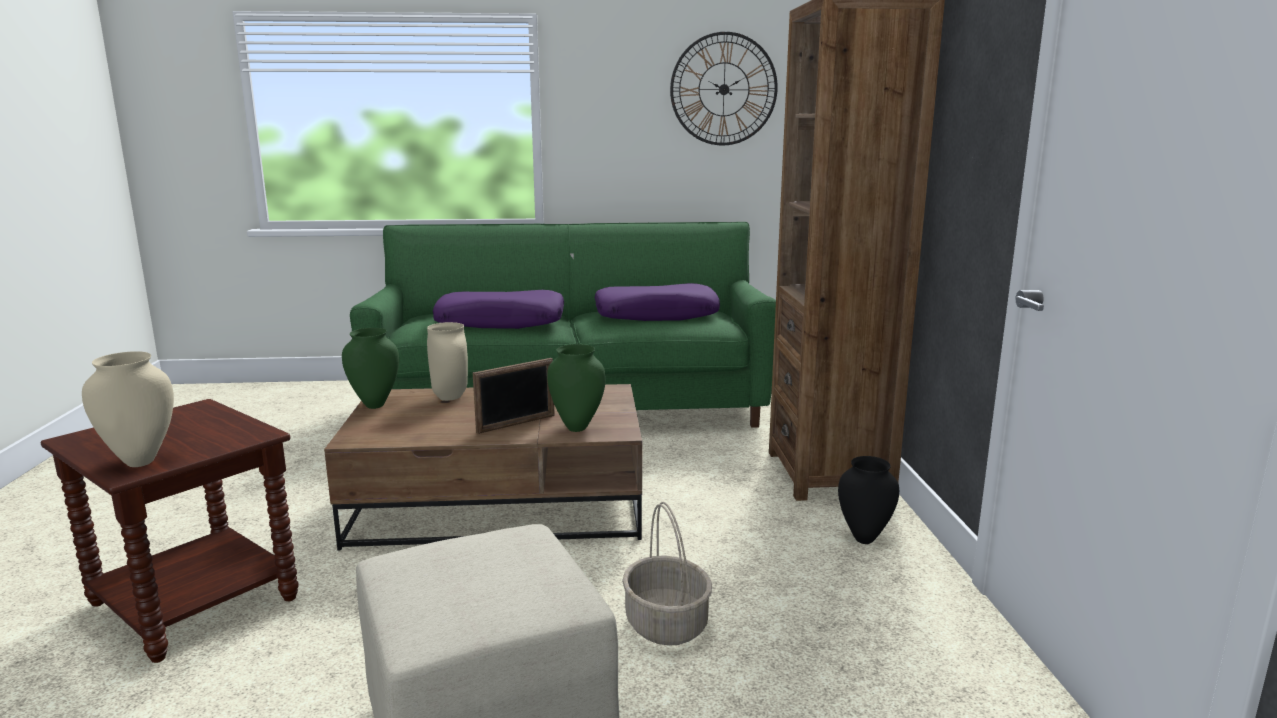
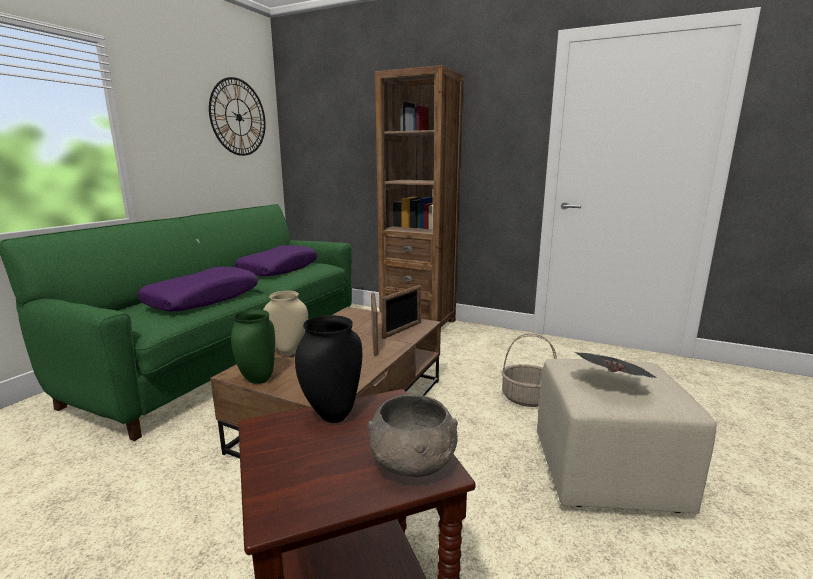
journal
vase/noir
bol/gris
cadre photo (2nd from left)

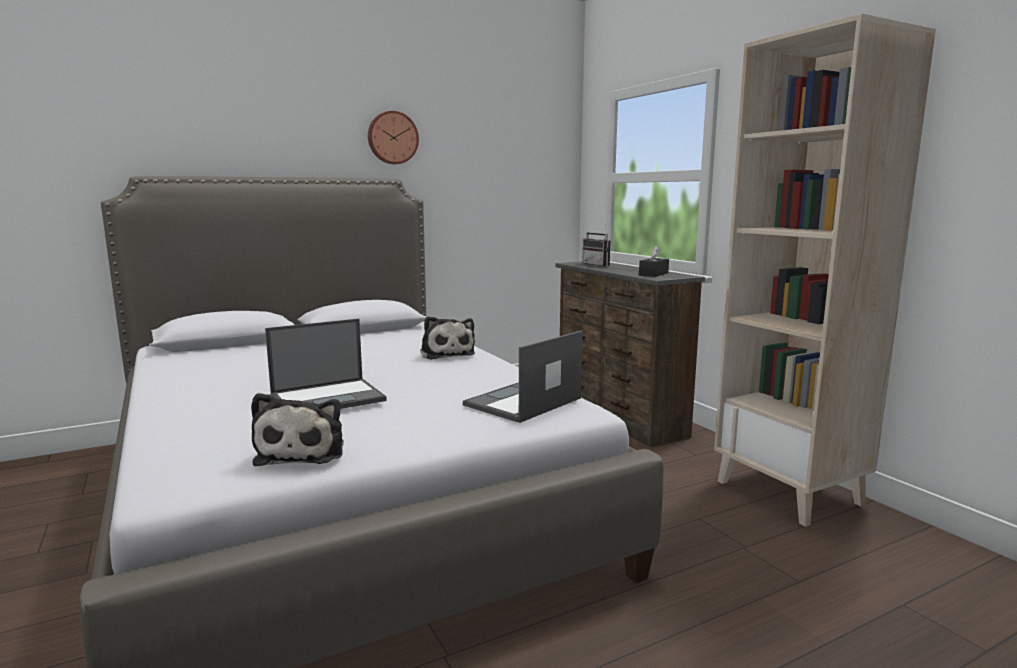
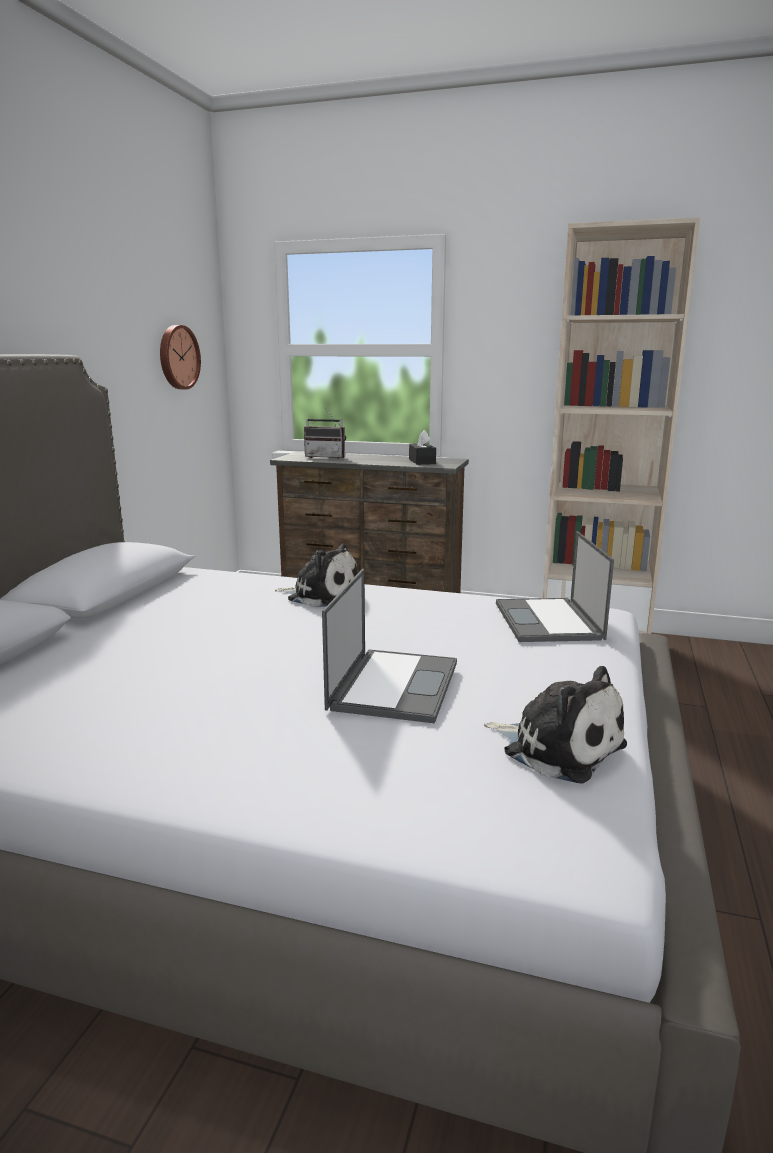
horloge murale

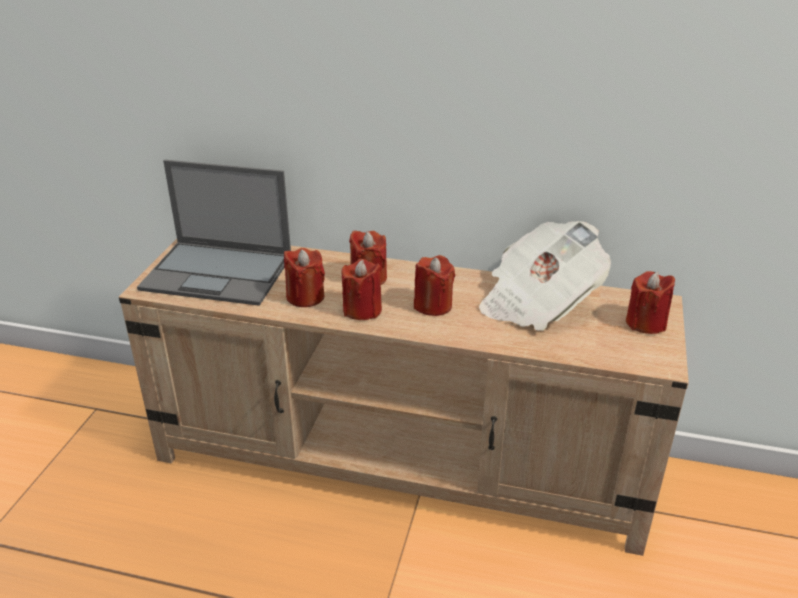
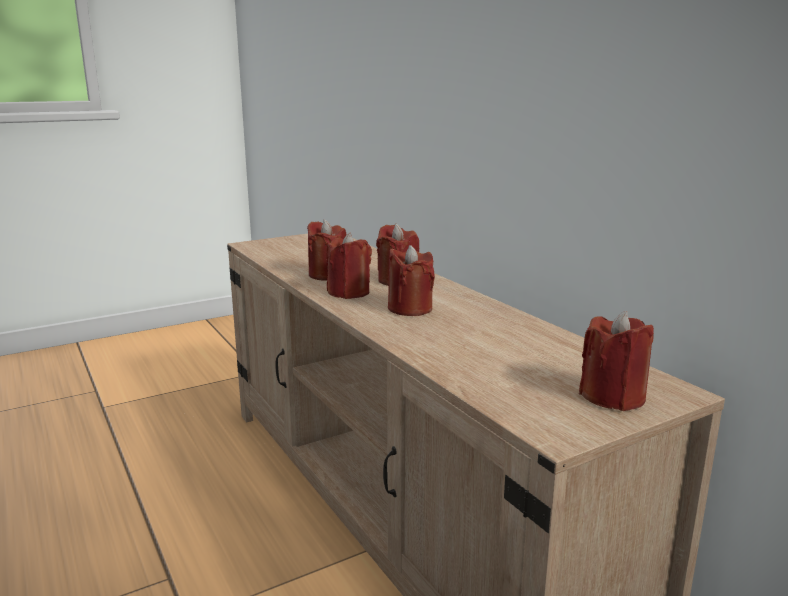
ordinateur portable
journal

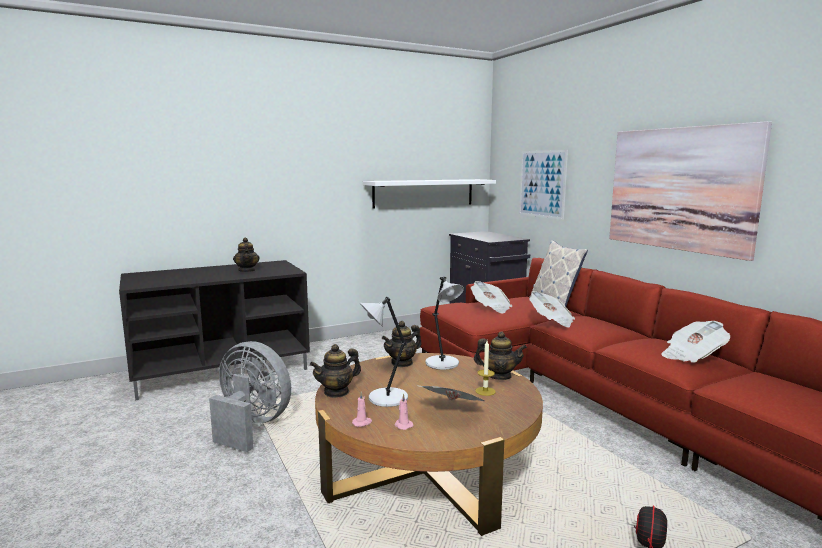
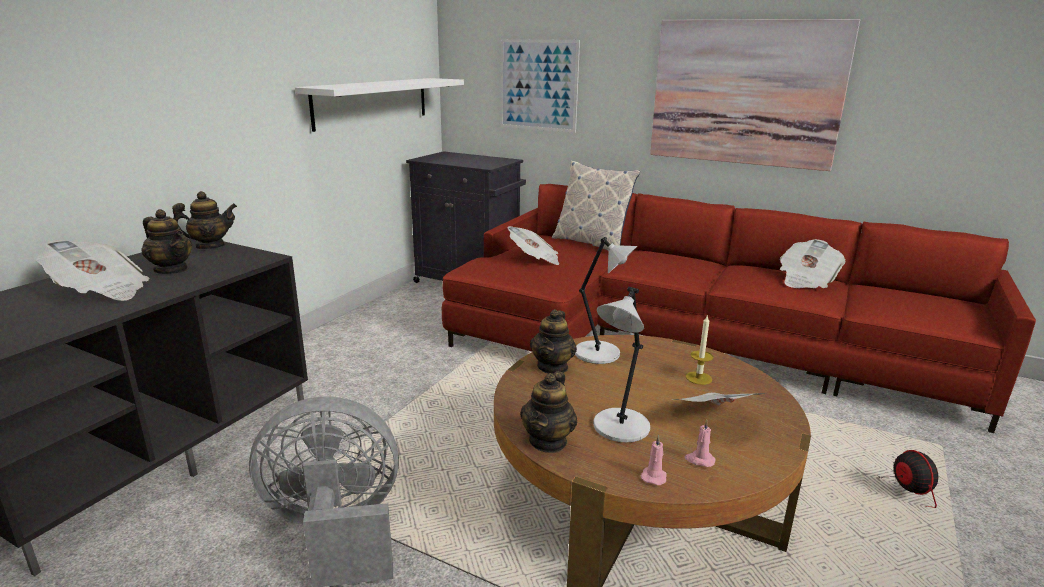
théière (2nd from left)
journal (1st from left)

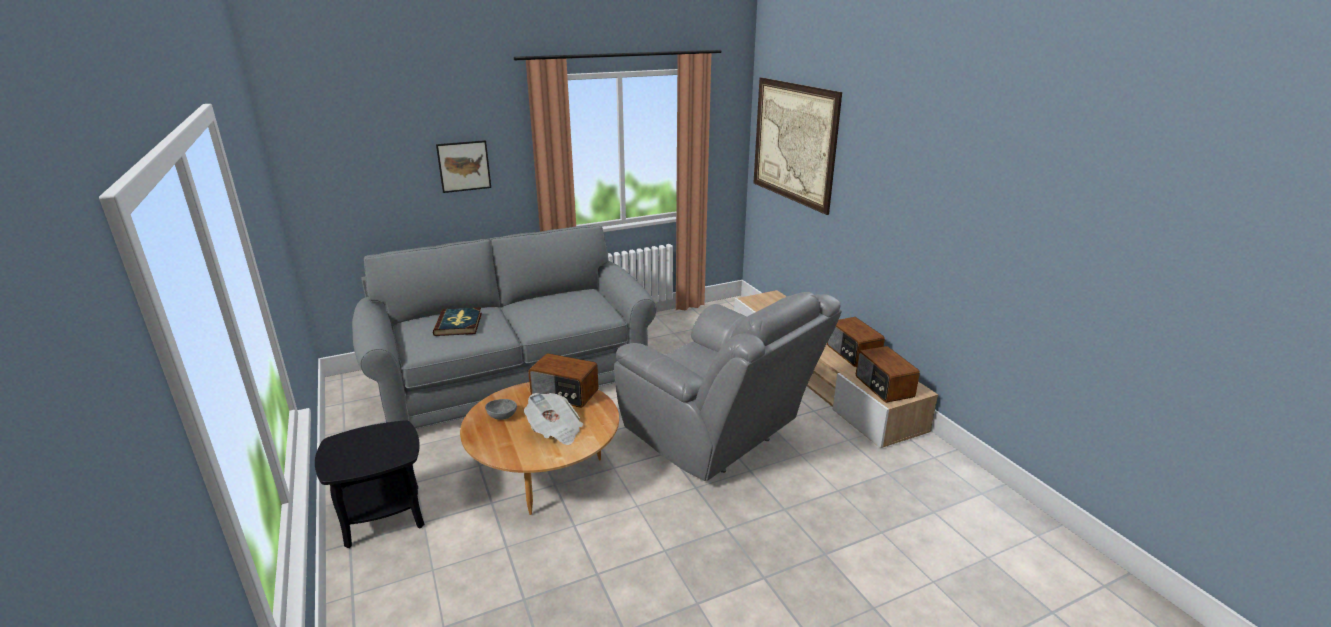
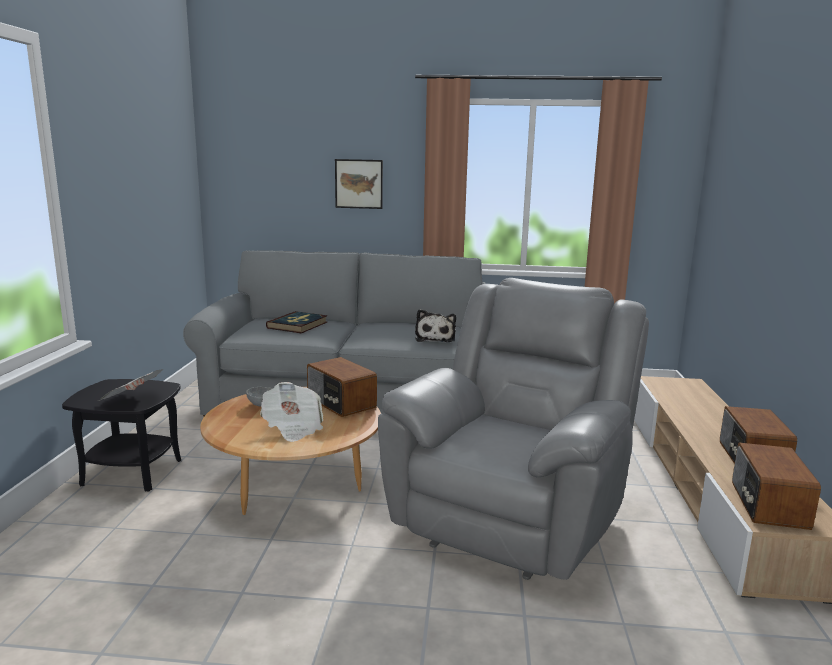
tableau (2nd from left in the first image)
journal (1st from left)
peluche
fauteuil/gris

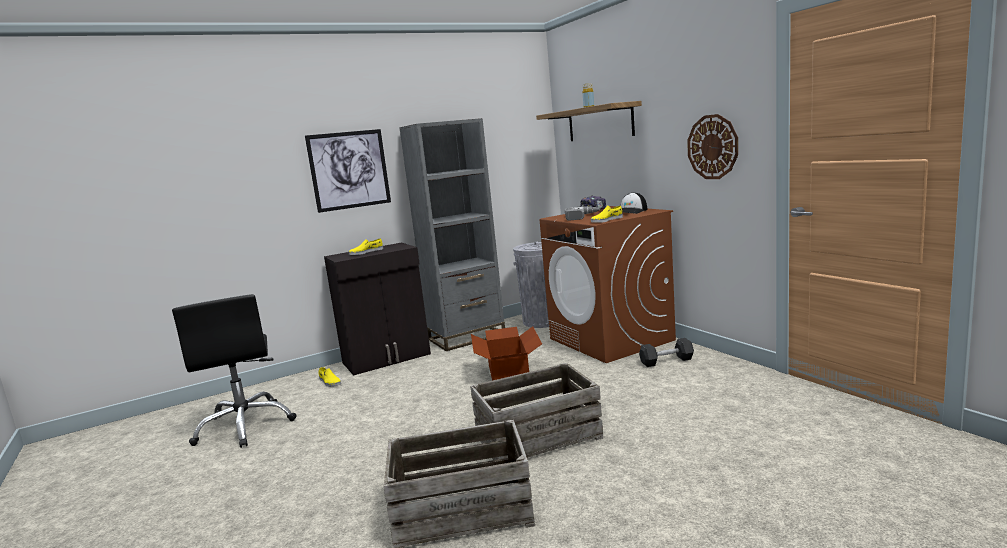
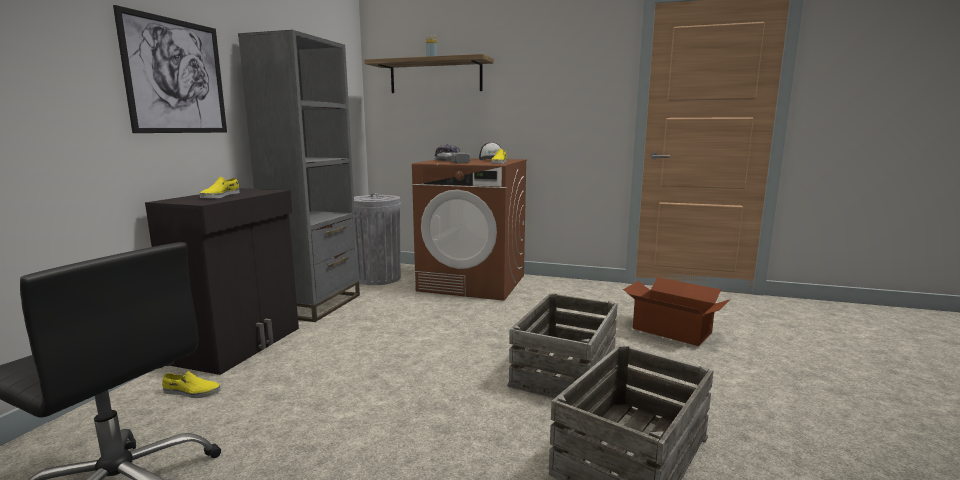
haltère/gris
horloge murale
carton

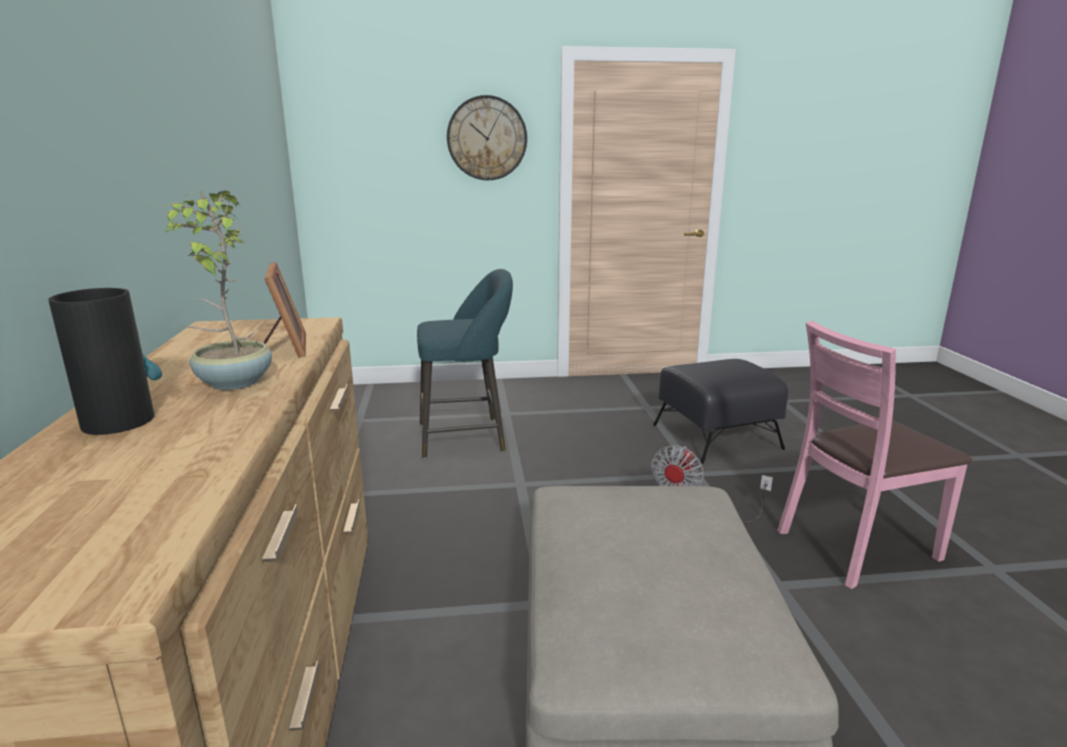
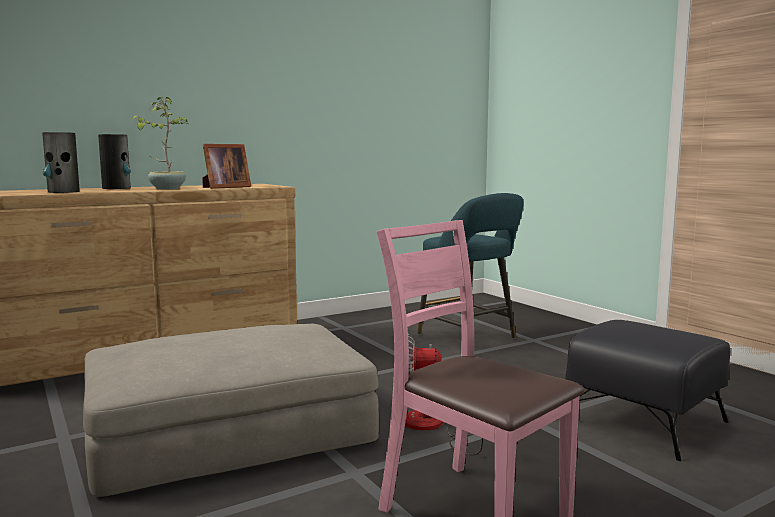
horloge murale
vase (1st from left)

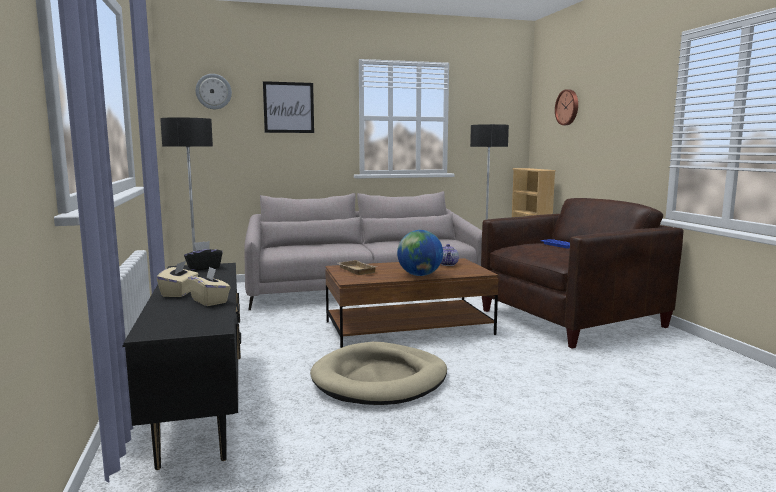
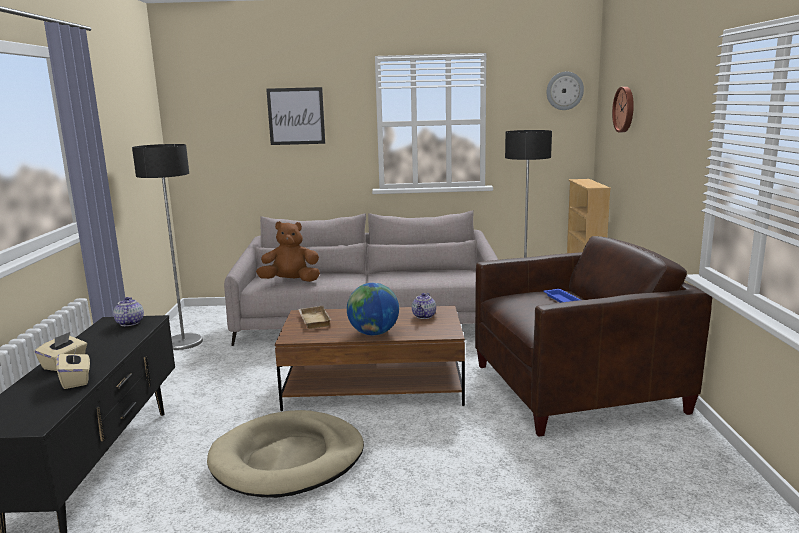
peluche/marron
horloge murale (1st from left)
théière (1st from left)

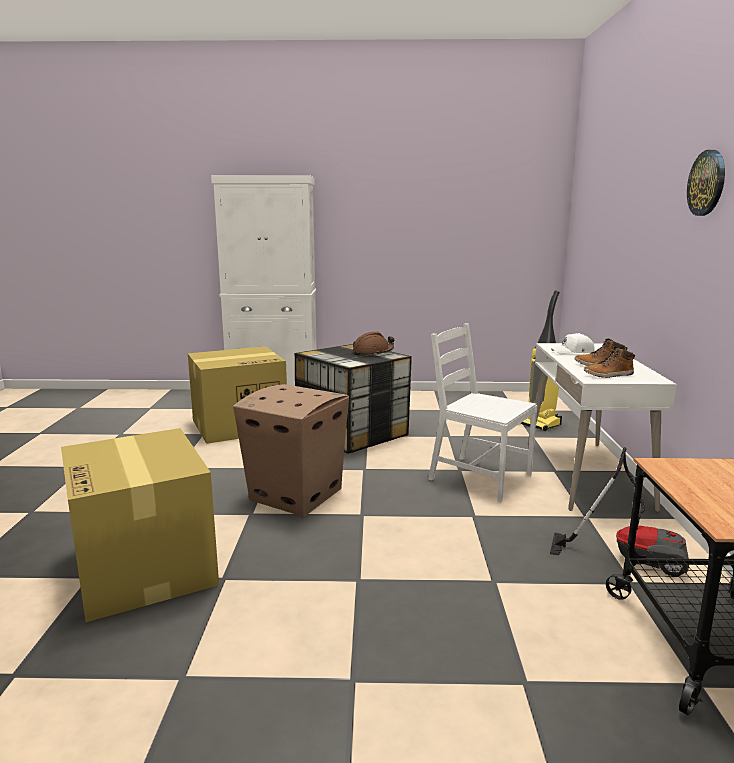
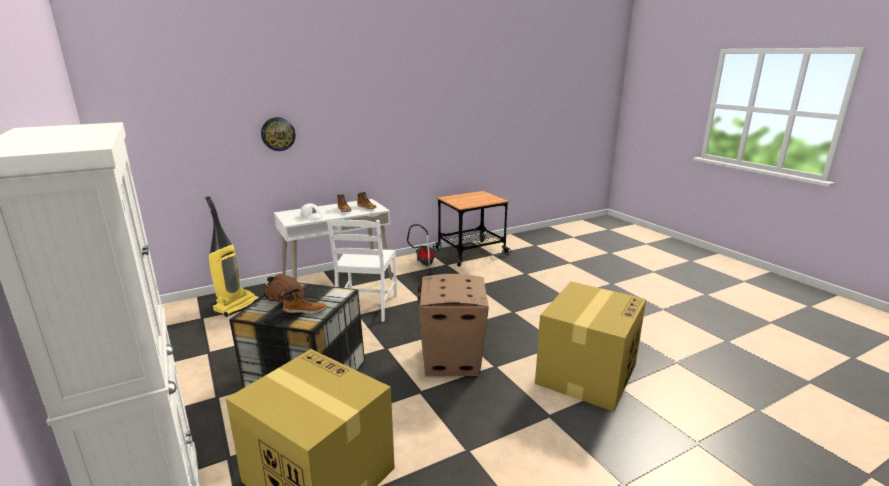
botte (1st from left)
horloge murale

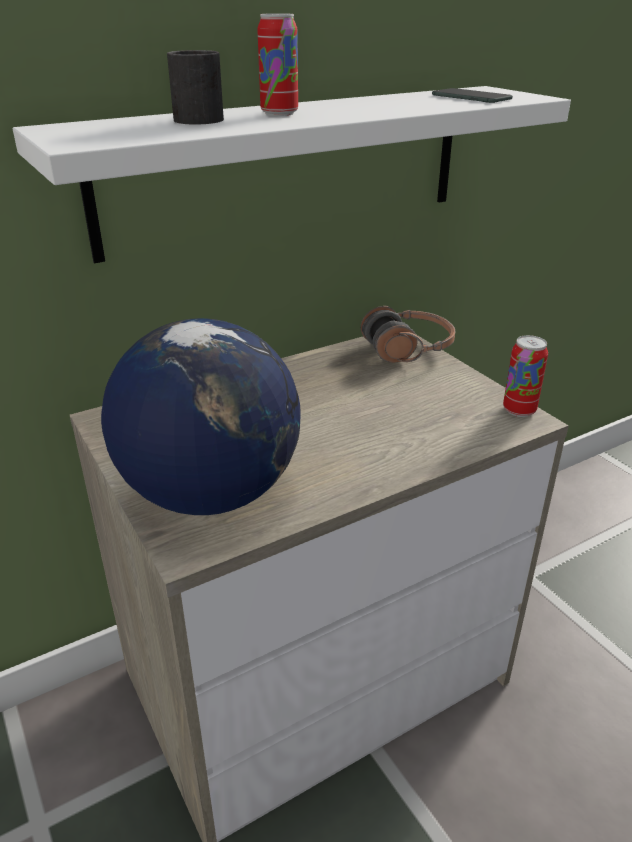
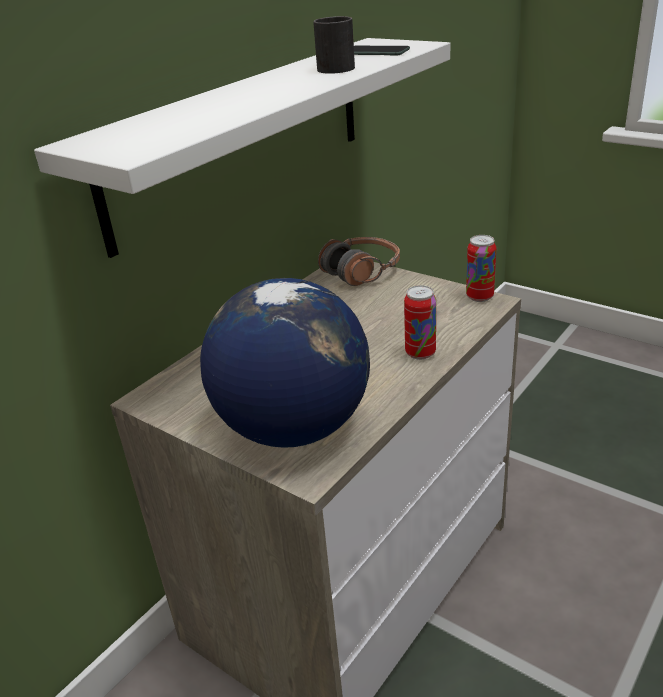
mug/noir
boîte métallique (1st from left)

